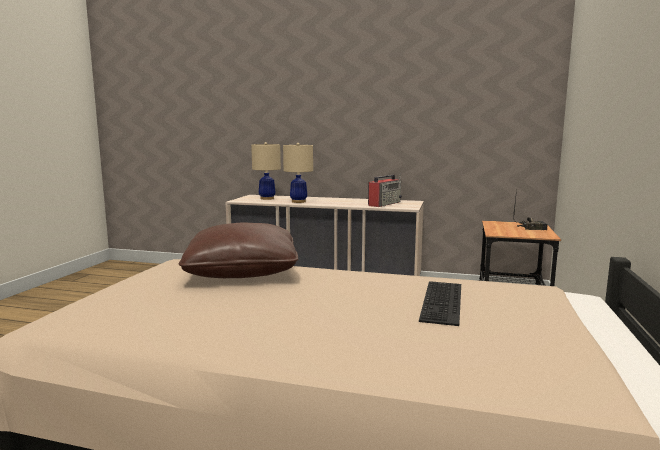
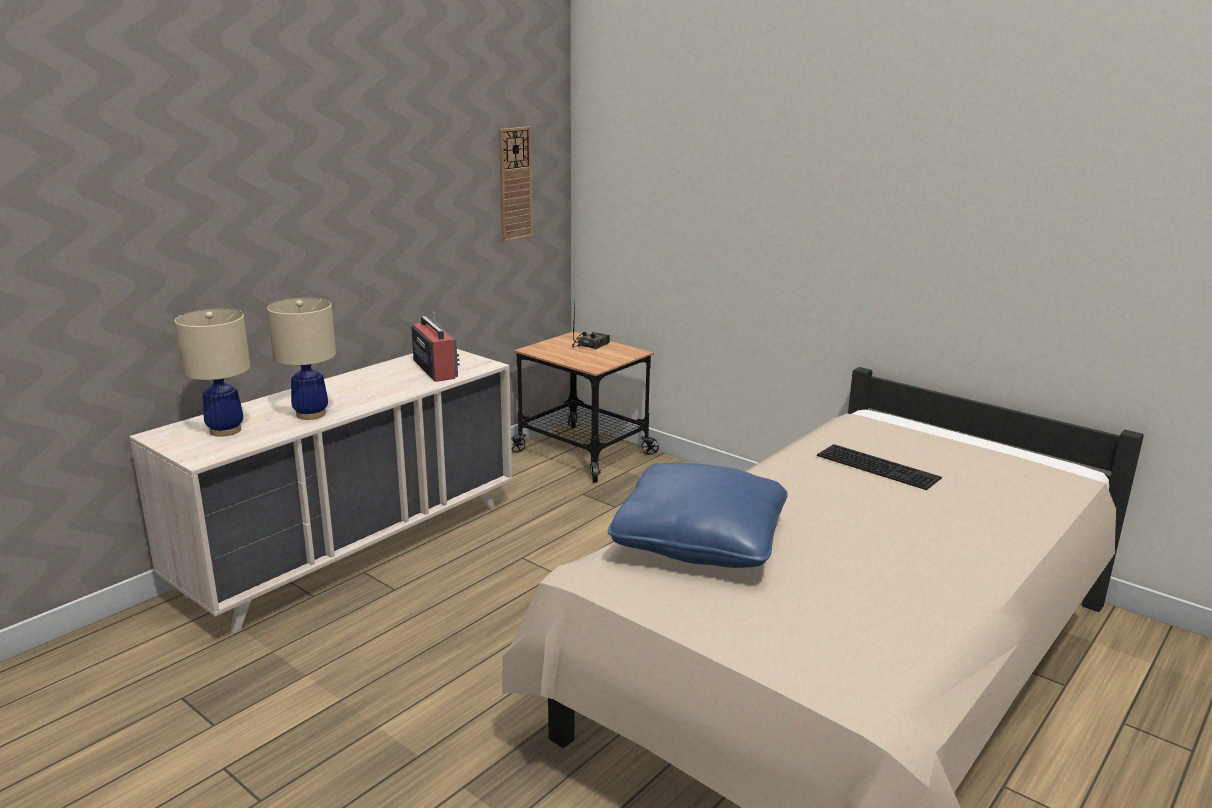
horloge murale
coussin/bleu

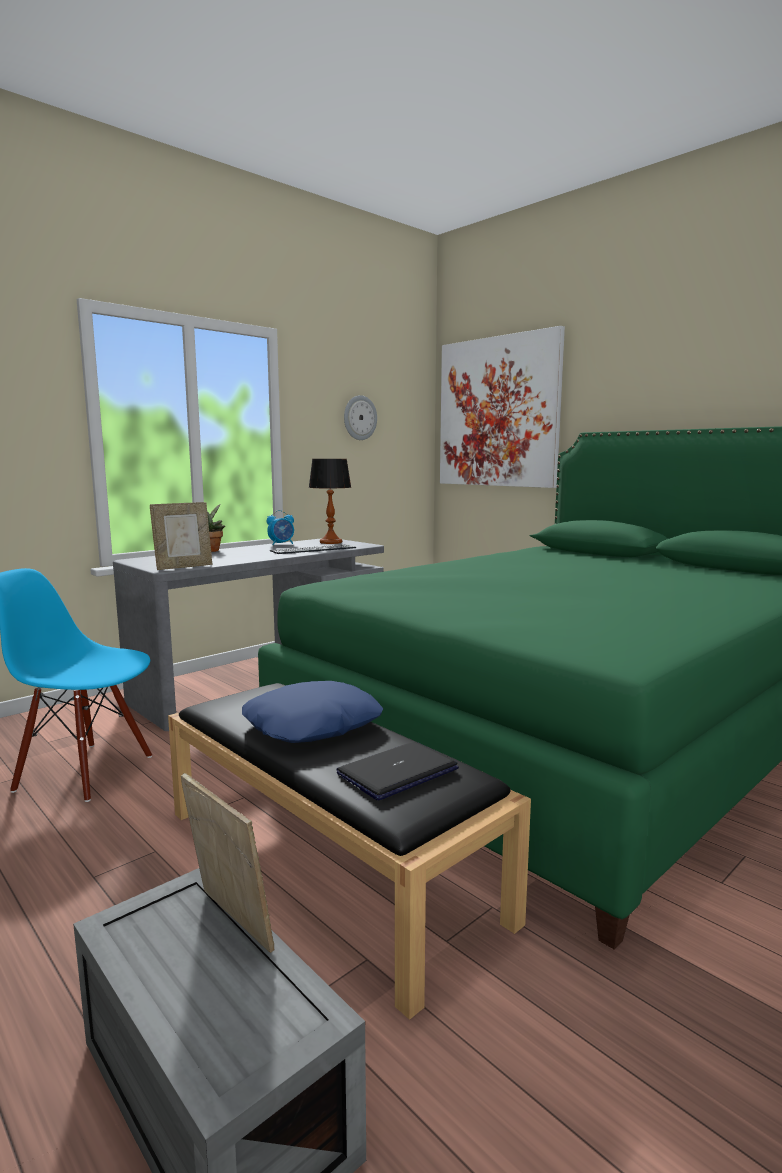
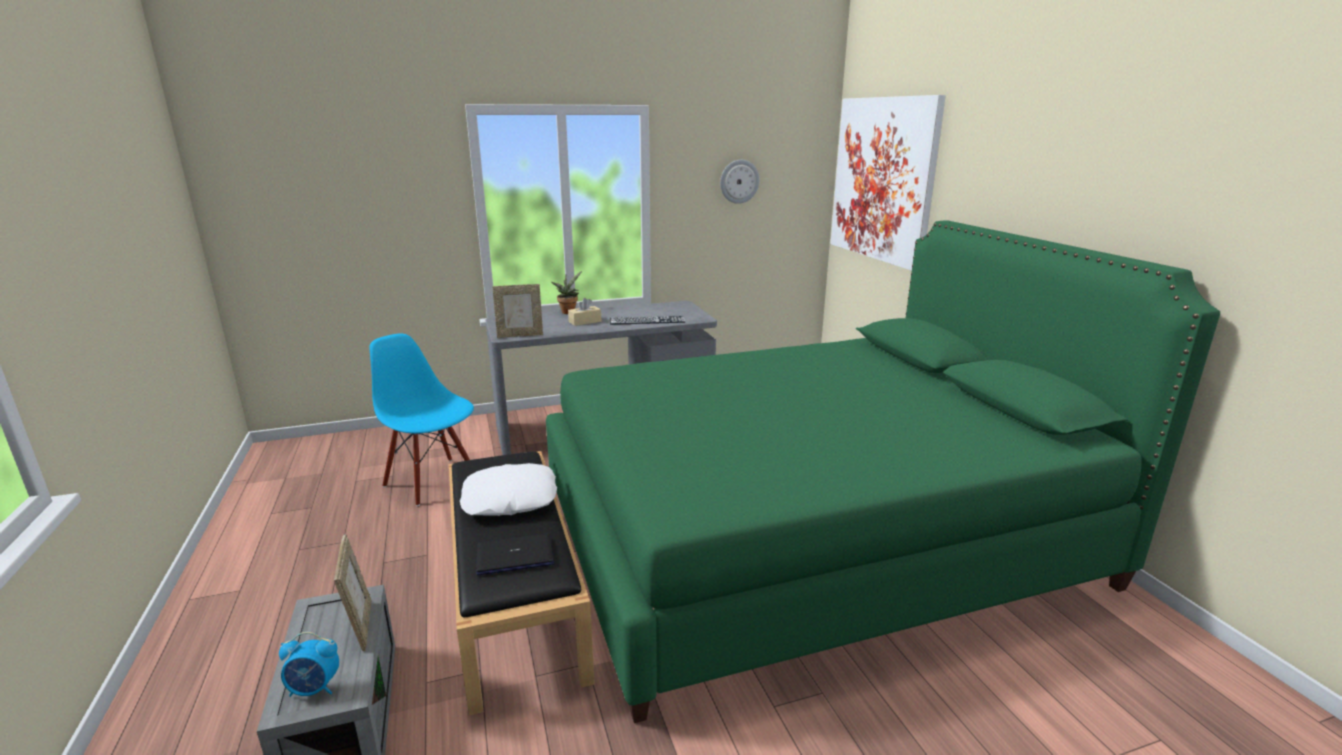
lampe de table
boîte à mouchoirs/beige
réveil
coussin/blanc

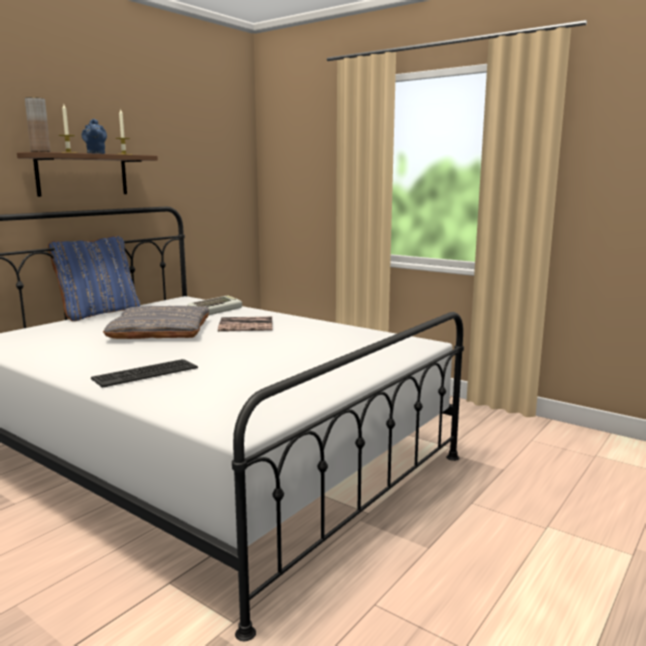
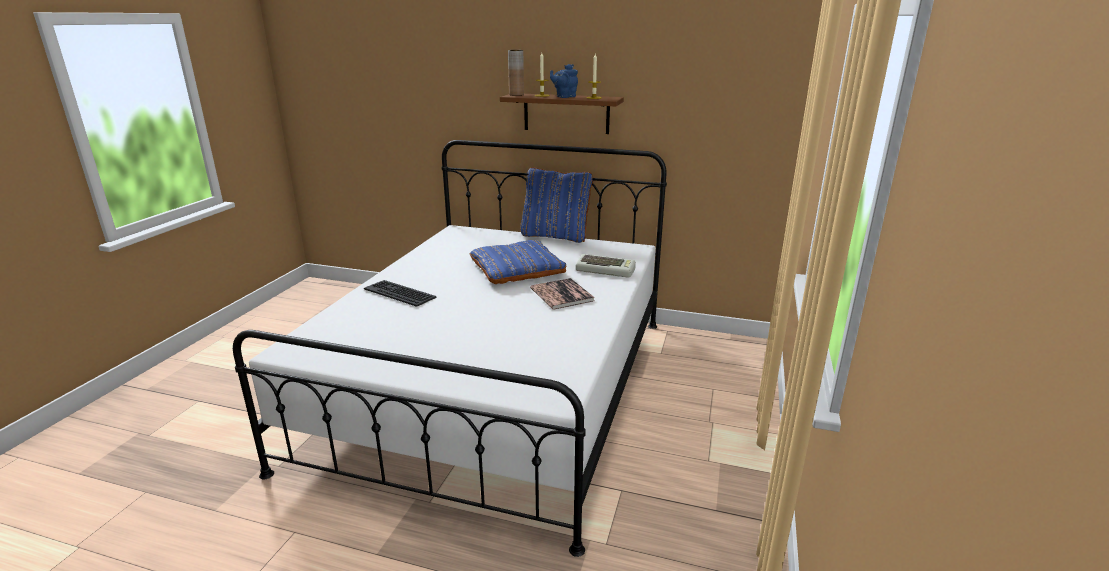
coussin/bleu (1st from left)

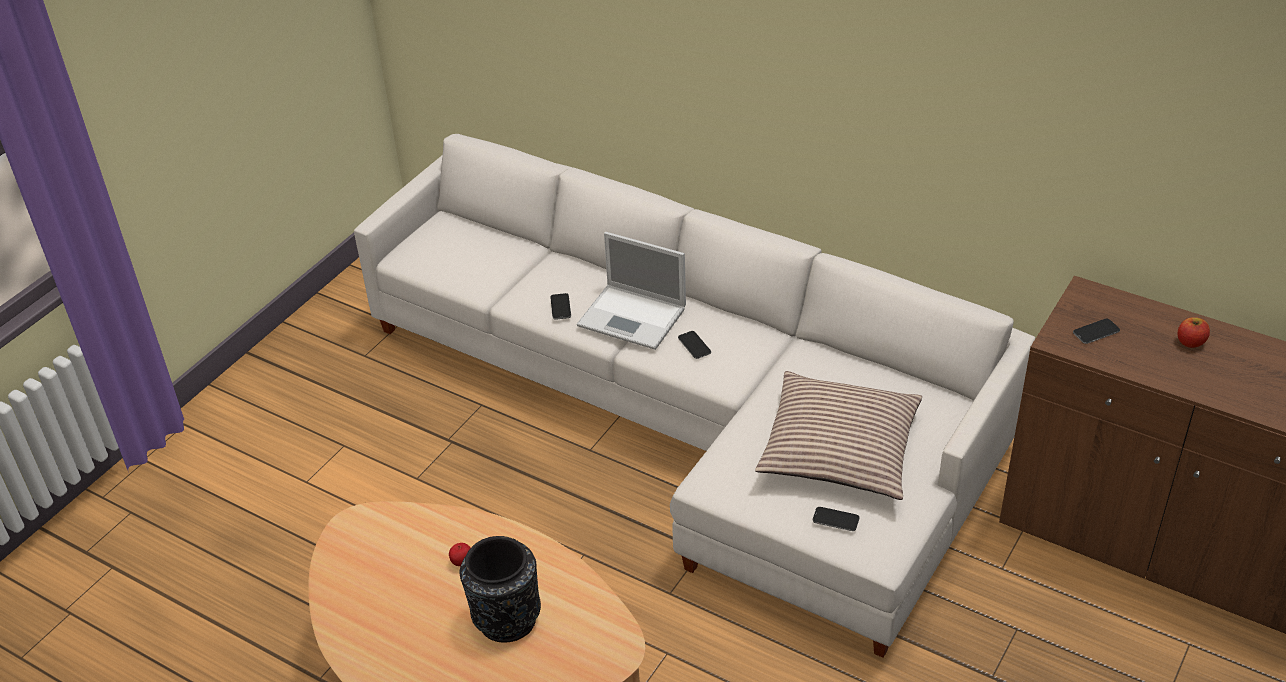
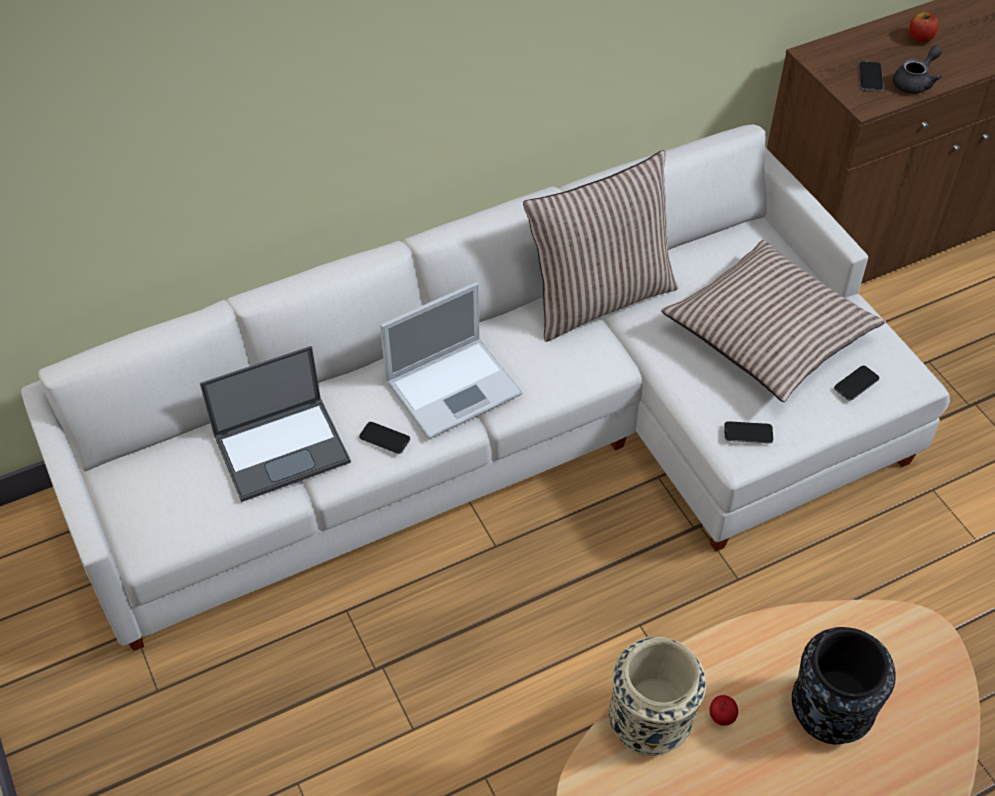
ordinateur portable (1st from left)
coussin (1st from left)
vase/beige
théière/gris
téléphone (2nd from left)

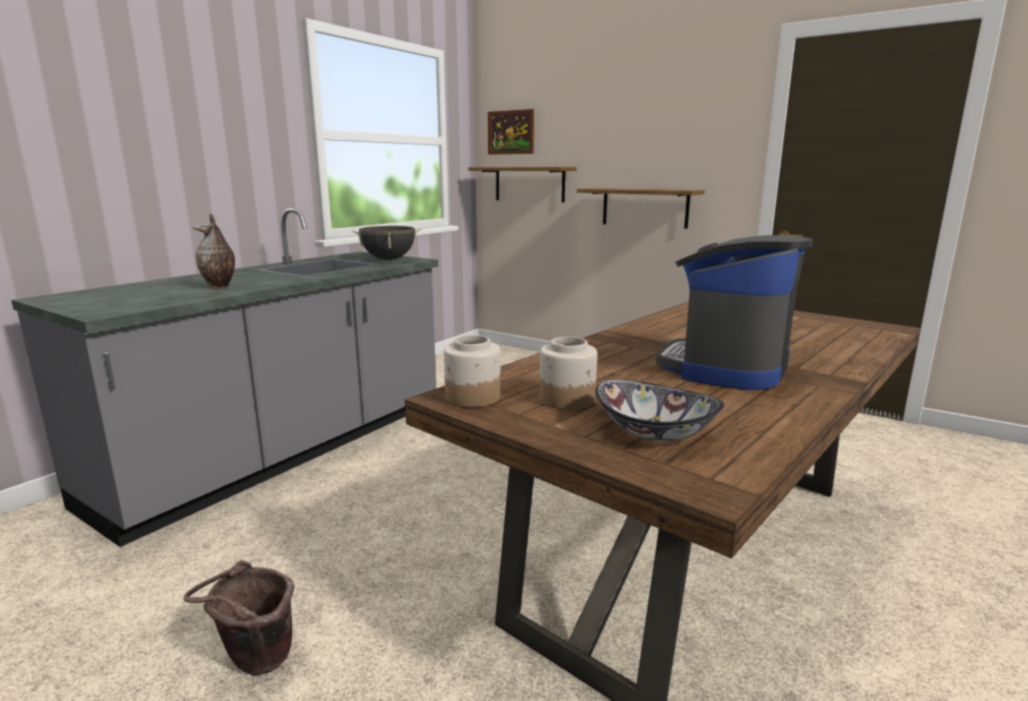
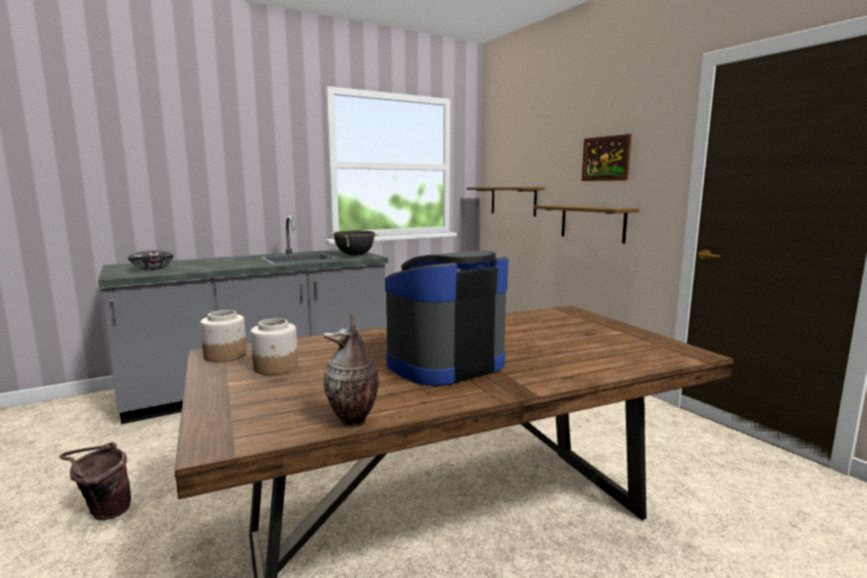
vase
tableau
bol

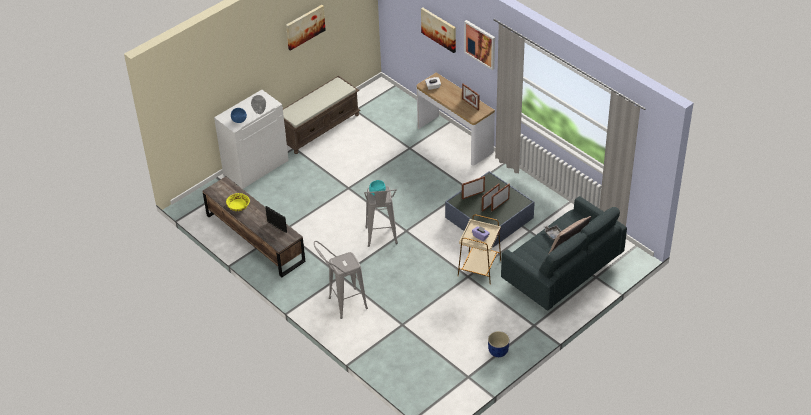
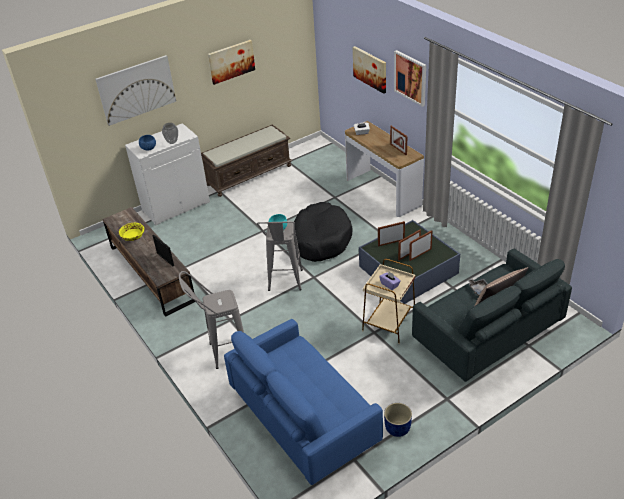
tableau (1st from left)
canapé/bleu
panier pour chien/noir

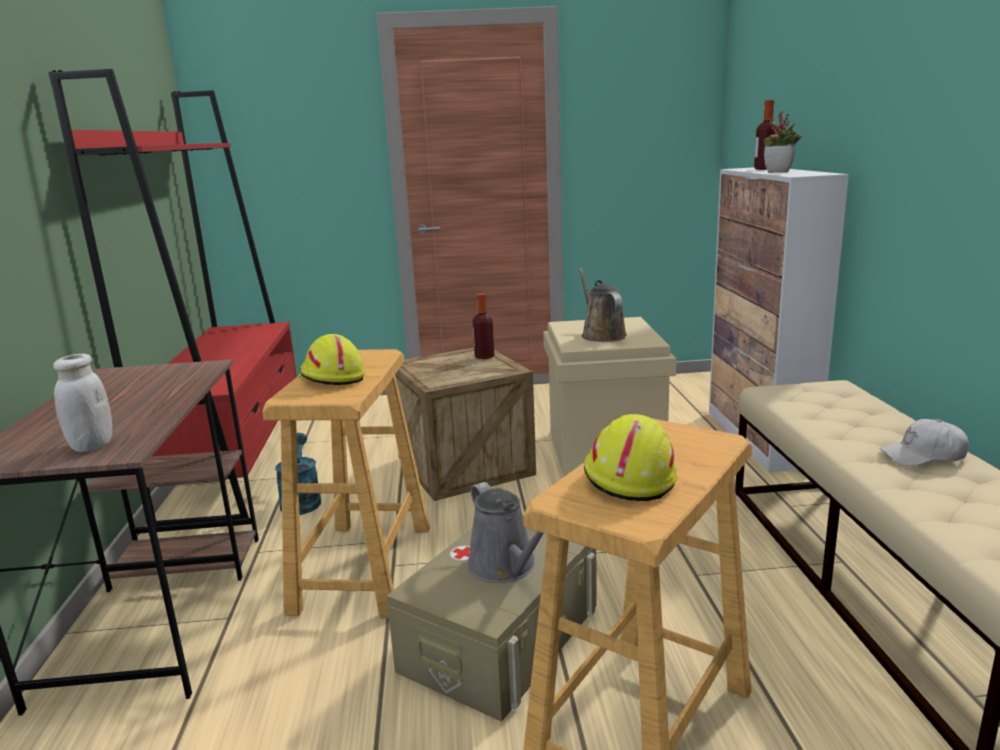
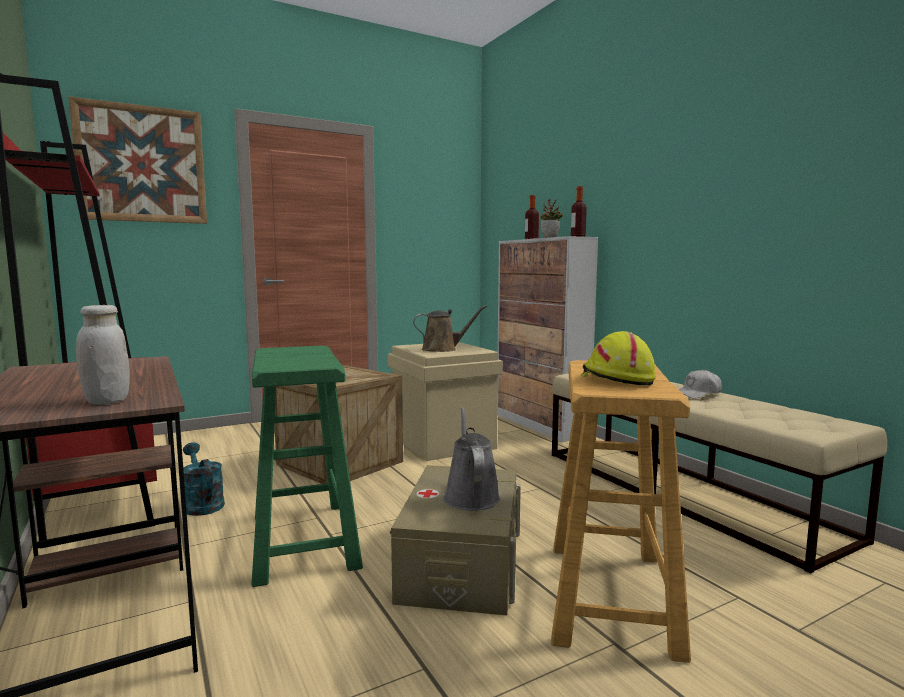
casque de chantier/jaune (1st from left in the first image)
tableau
bouteille (2nd from left)
tabouret/vert
arrosoir/gris
arrosoir/marron

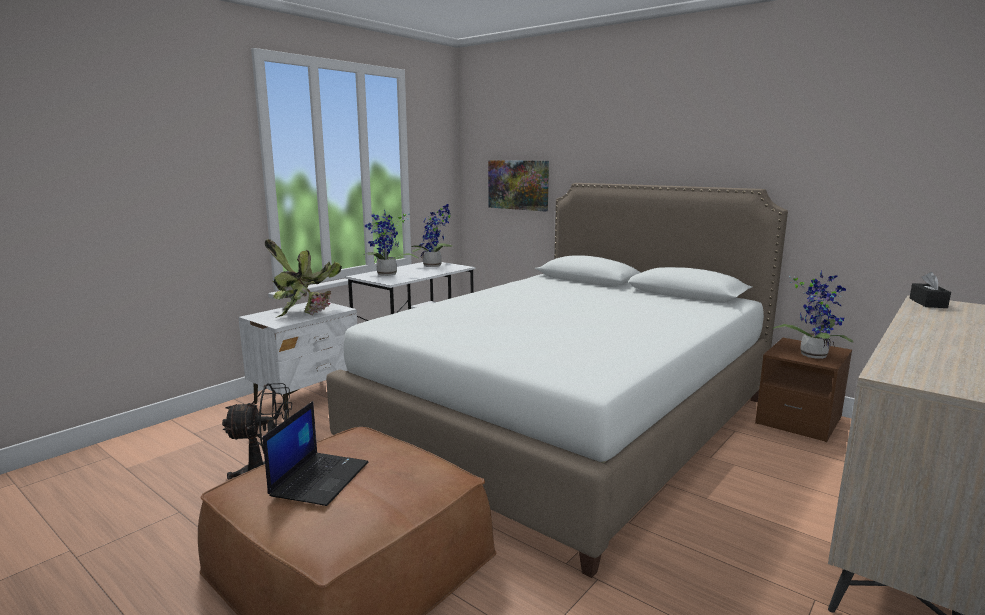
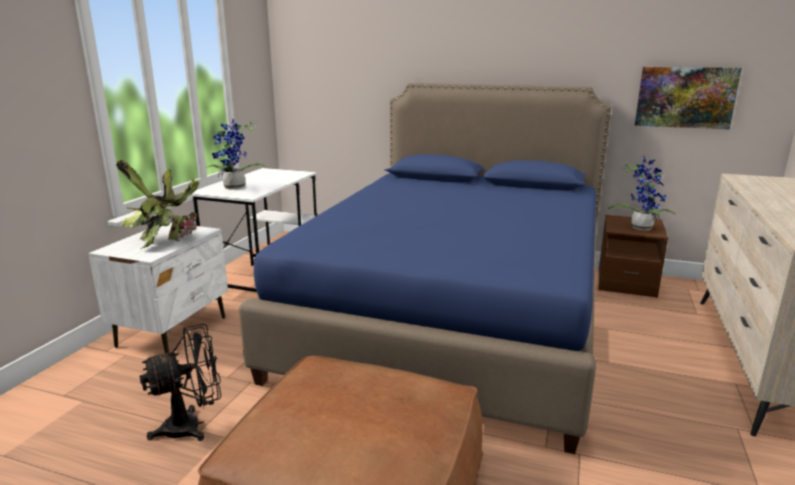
ordinateur portable
plante en pot (3rd from left in the first image)
boîte à mouchoirs/noir
tableau
lit/bleu

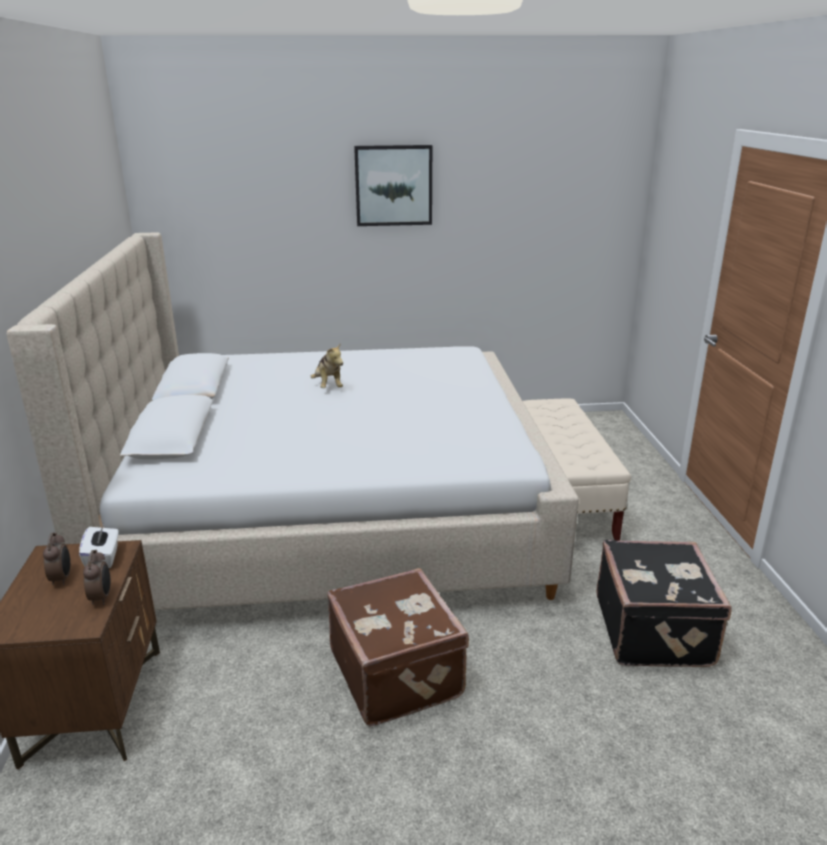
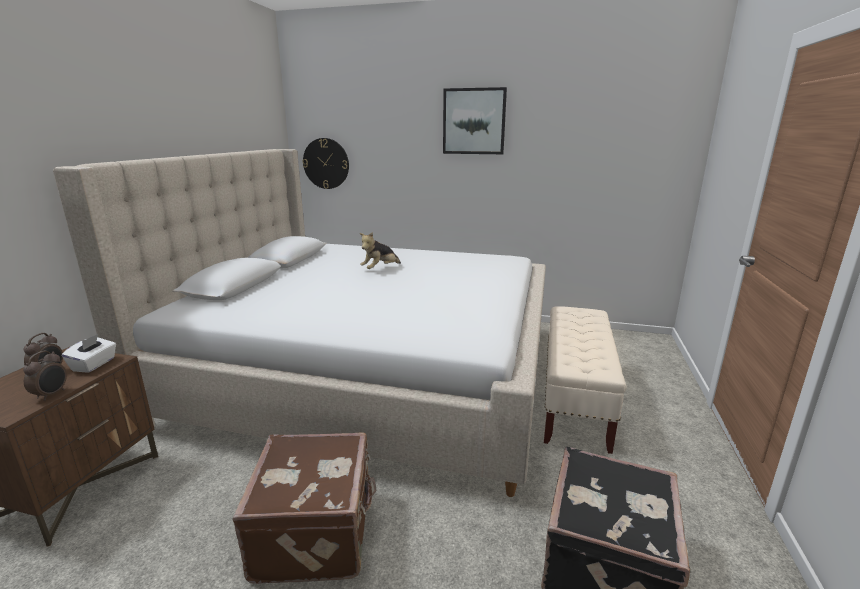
horloge murale
peluche

